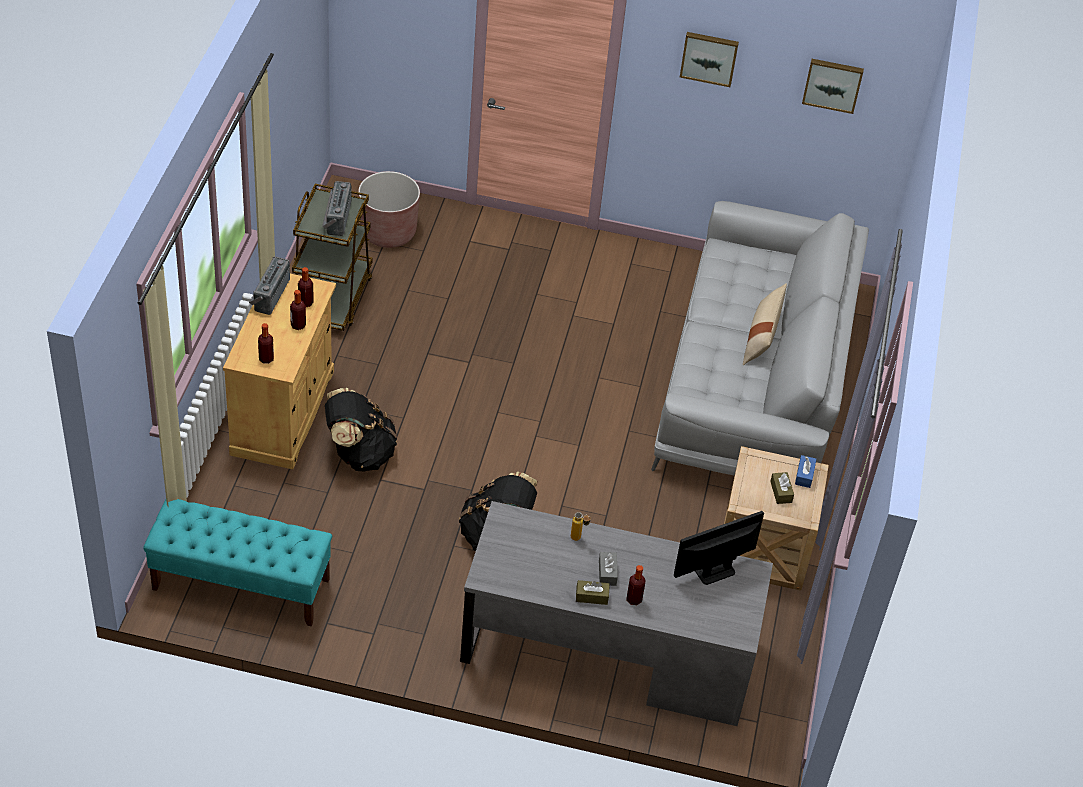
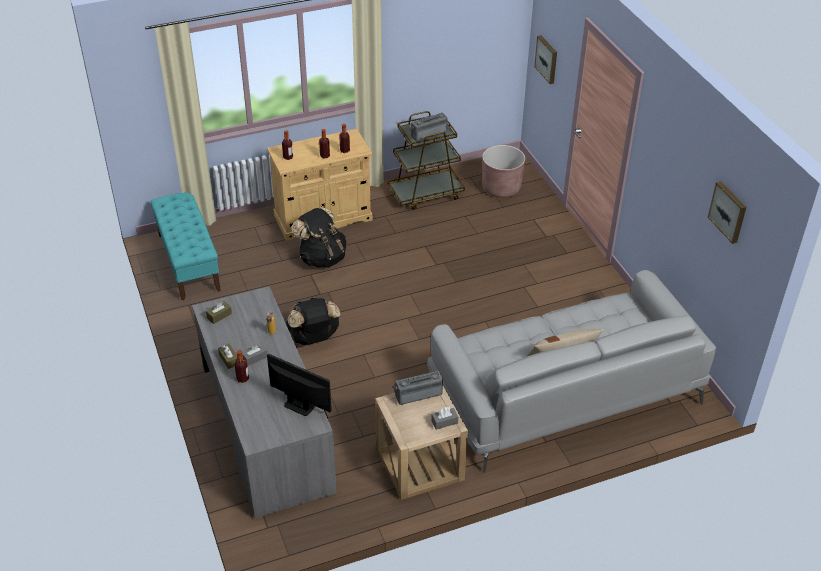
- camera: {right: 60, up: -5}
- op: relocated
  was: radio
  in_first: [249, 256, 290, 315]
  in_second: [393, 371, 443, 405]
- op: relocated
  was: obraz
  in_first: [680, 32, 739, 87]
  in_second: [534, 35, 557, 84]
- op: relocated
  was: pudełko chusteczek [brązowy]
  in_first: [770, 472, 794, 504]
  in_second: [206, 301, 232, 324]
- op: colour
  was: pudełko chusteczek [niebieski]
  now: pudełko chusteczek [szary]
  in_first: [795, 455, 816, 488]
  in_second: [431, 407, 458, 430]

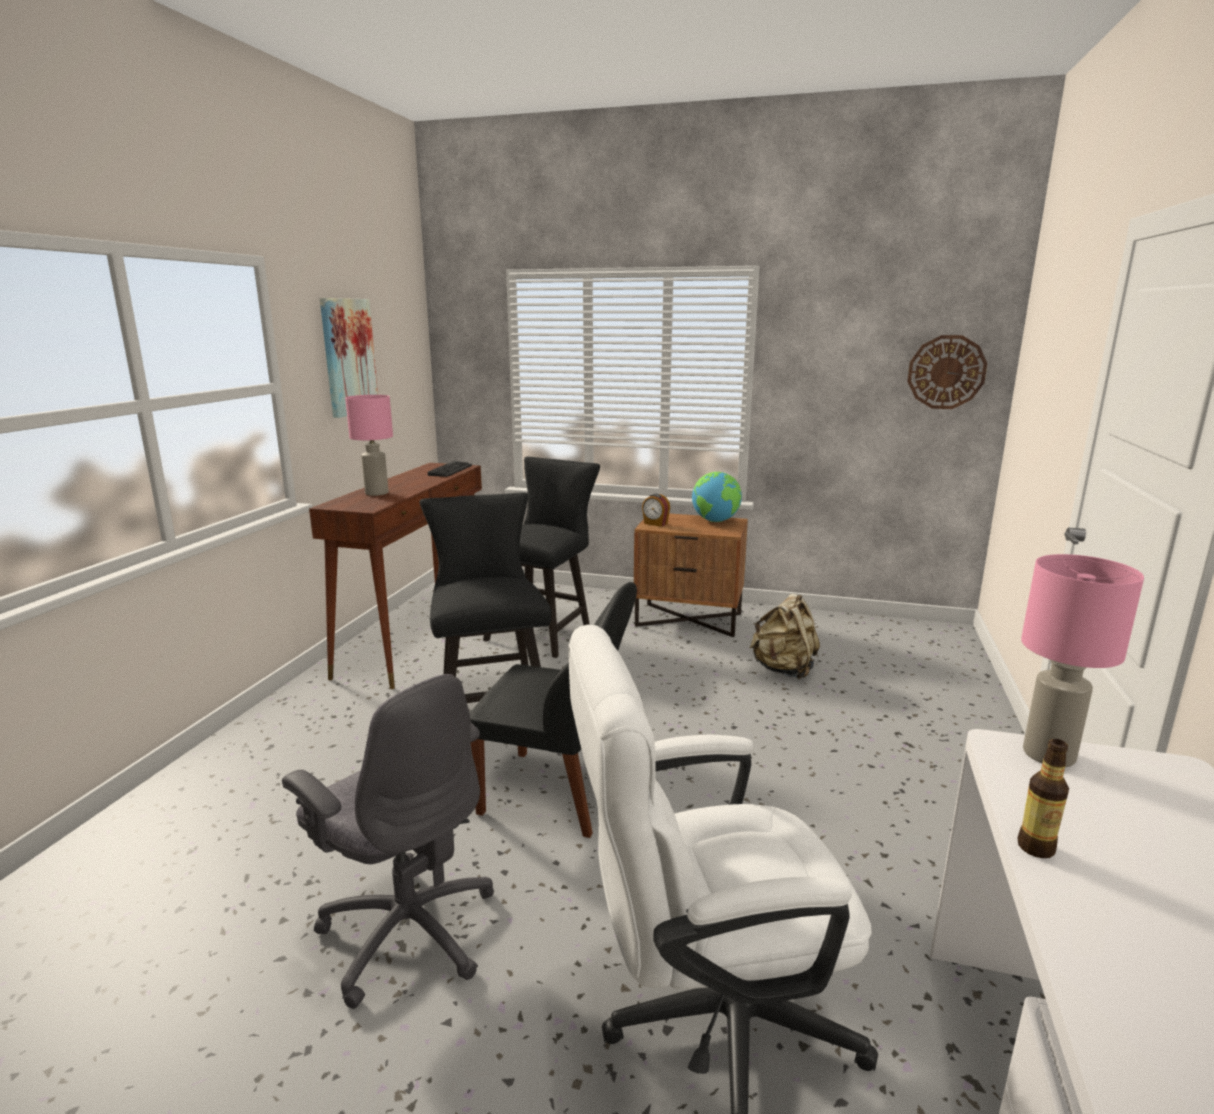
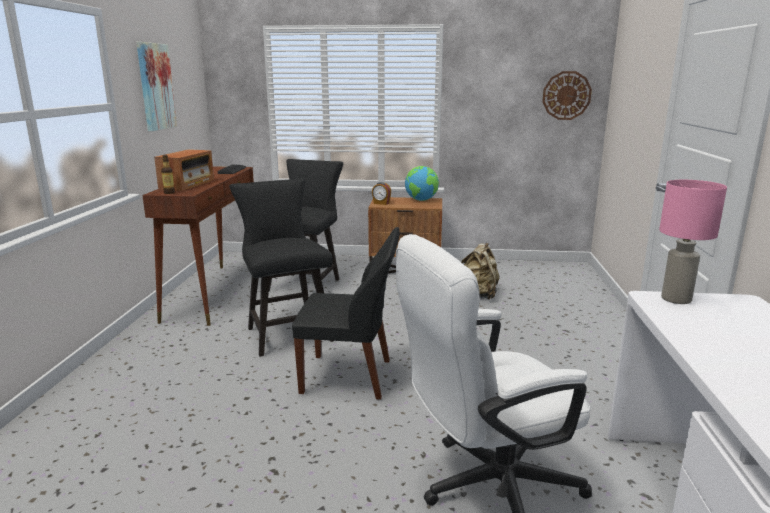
- camera: {right: -10, up: 0}
- op: missing
  was: krzesło biurowe [szary]
  in_first: [282, 674, 494, 1009]
- op: exchanged
  was: lampa stołowa [różowy]
  now: radio
  in_first: [345, 395, 393, 496]
  in_second: [154, 149, 214, 191]
- op: relocated
  was: butelka
  in_first: [1018, 739, 1069, 858]
  in_second: [161, 155, 175, 194]

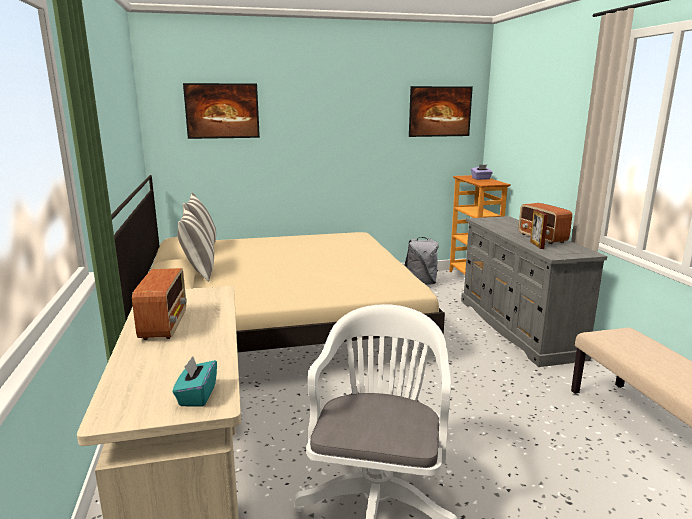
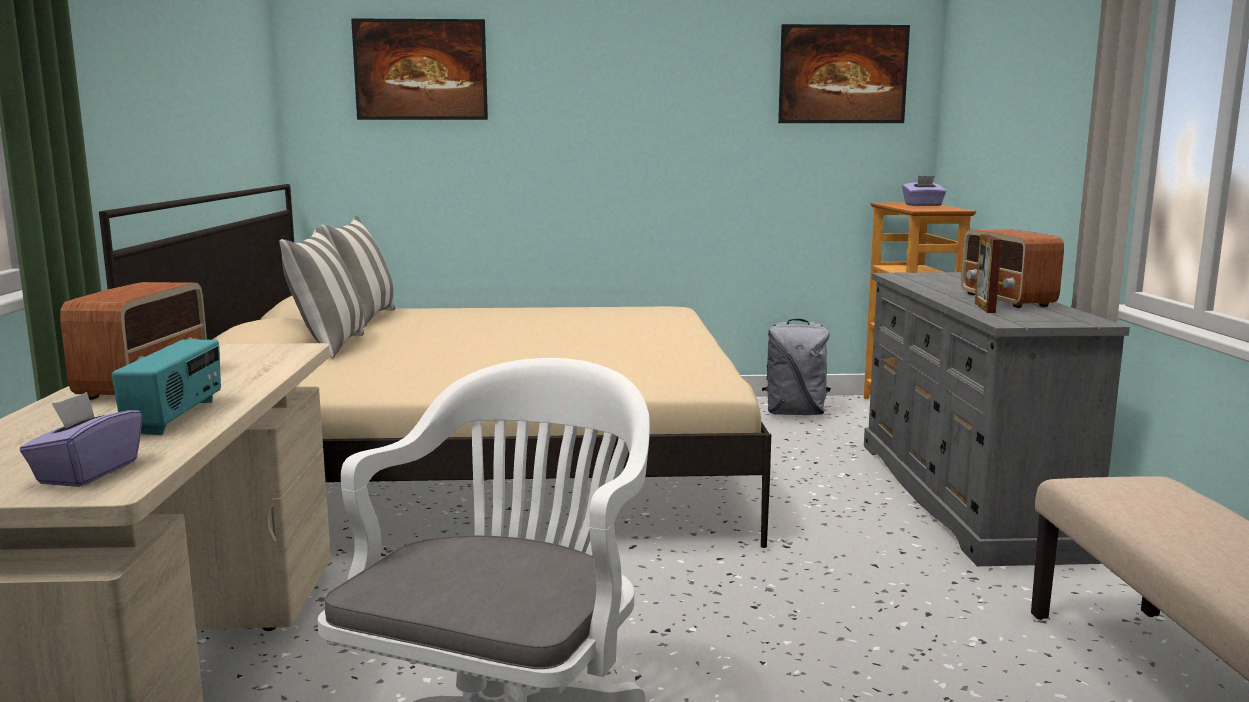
- camera: {right: 10, up: -5}
- op: colour
  was: pudełko chusteczek [turkusowy]
  now: pudełko chusteczek [fioletowy]
  in_first: [172, 356, 217, 407]
  in_second: [19, 392, 142, 487]
- op: appeared
  now: radio
  in_second: [112, 340, 221, 435]

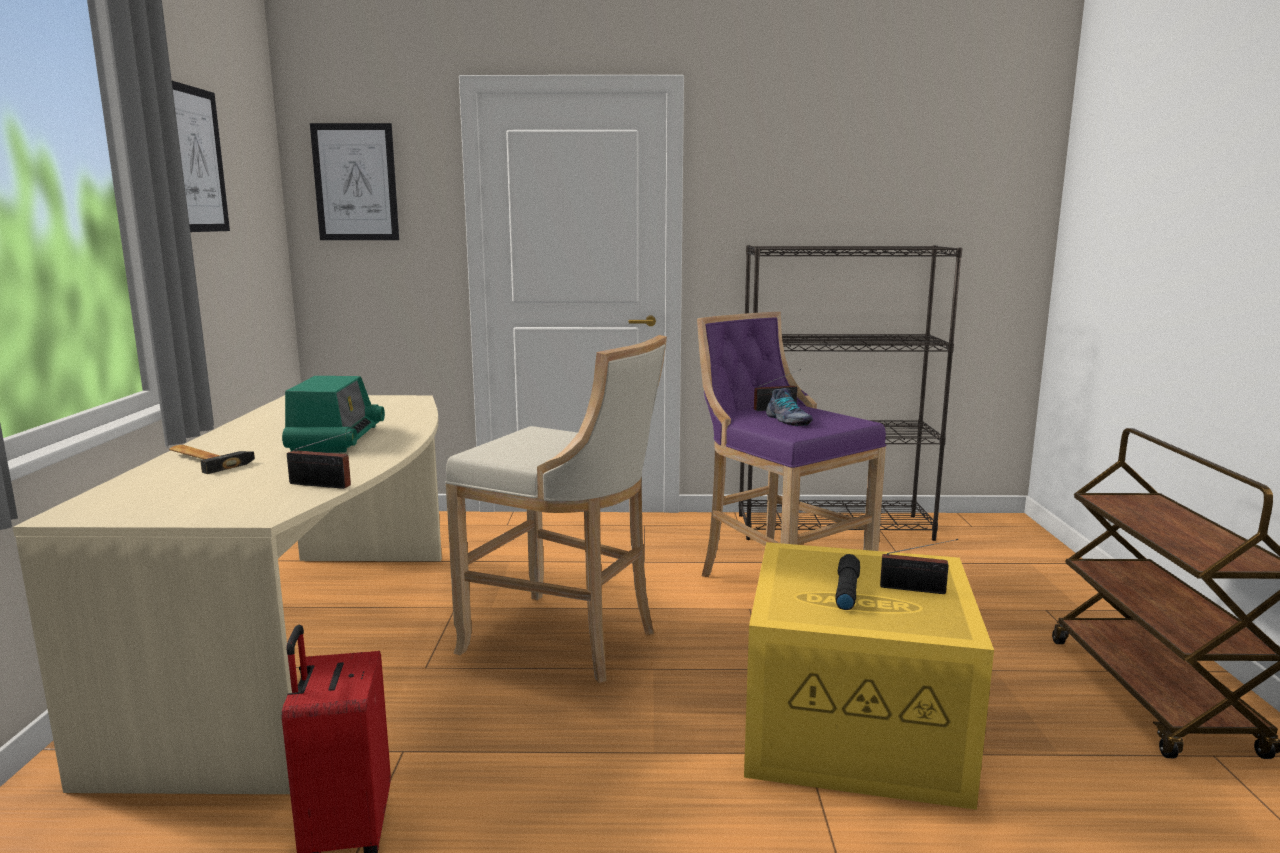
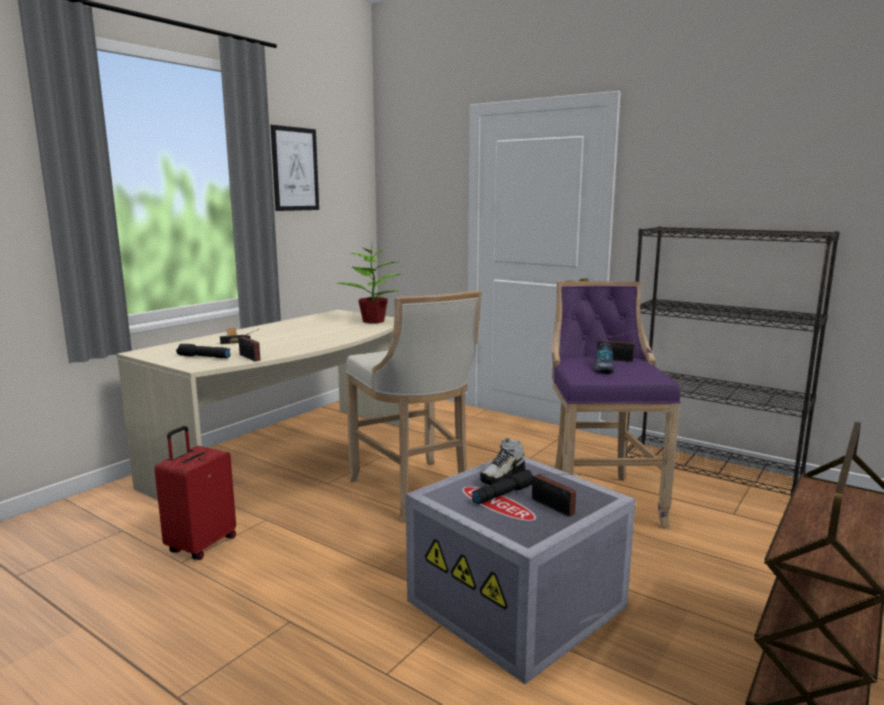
- camera: {right: 35, up: 0}
- op: missing
  was: radio
  in_first: [282, 376, 385, 453]
- op: missing
  was: obraz
  in_first: [310, 123, 399, 240]
- op: colour
  was: pojemnik do przechowywania [żółty]
  now: pojemnik do przechowywania [szary]
  in_first: [744, 542, 994, 810]
  in_second: [406, 457, 635, 684]
- op: appeared
  now: latarka [czarny]
  in_second: [176, 344, 231, 358]
- op: appeared
  now: roślina doniczkowa
  in_second: [338, 244, 401, 323]
- op: appeared
  now: but
  in_second: [480, 437, 525, 485]

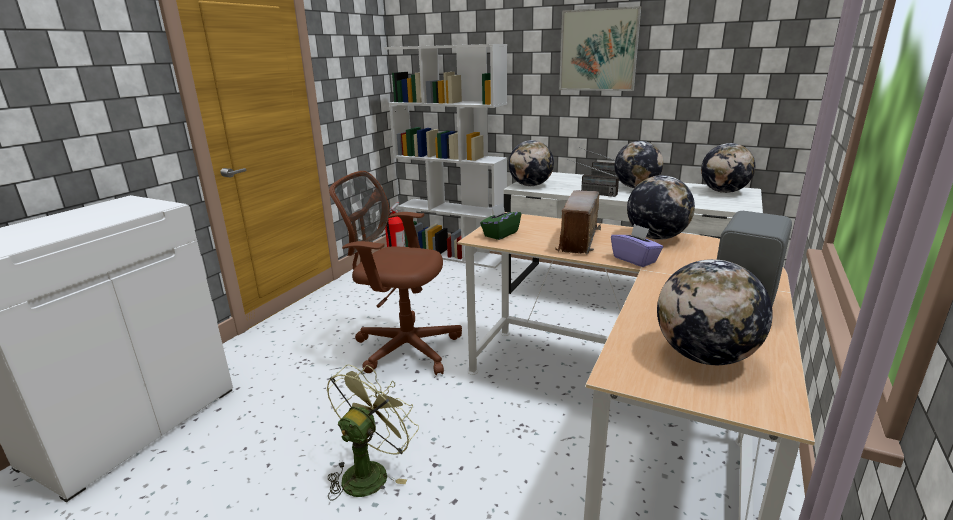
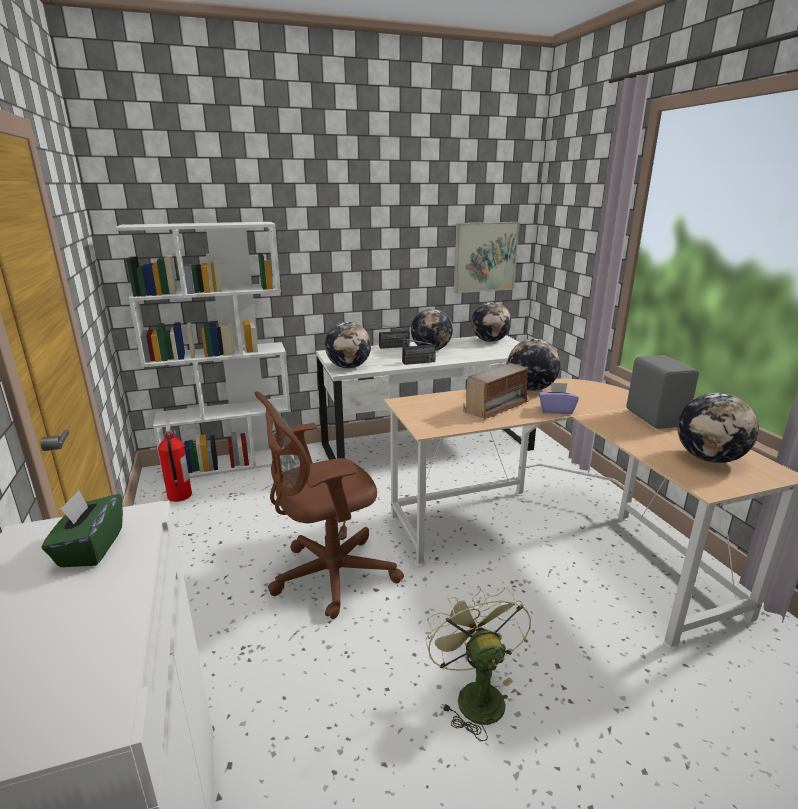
- camera: {right: -45, up: 0}
- op: relocated
  was: pudełko chusteczek [zielony]
  in_first: [480, 203, 521, 240]
  in_second: [42, 490, 123, 567]
- op: spun
  was: radio
  in_first: [555, 190, 601, 254]
  in_second: [463, 363, 529, 420]
  clockwise: -105
- op: relocated
  was: obraz
  in_first: [559, 6, 641, 91]
  in_second: [454, 222, 520, 293]

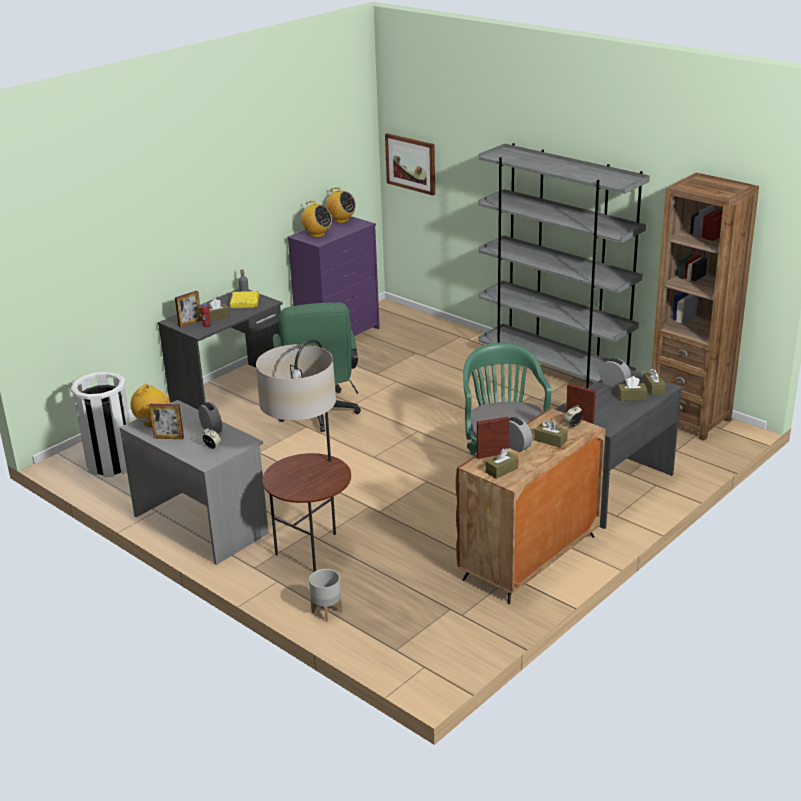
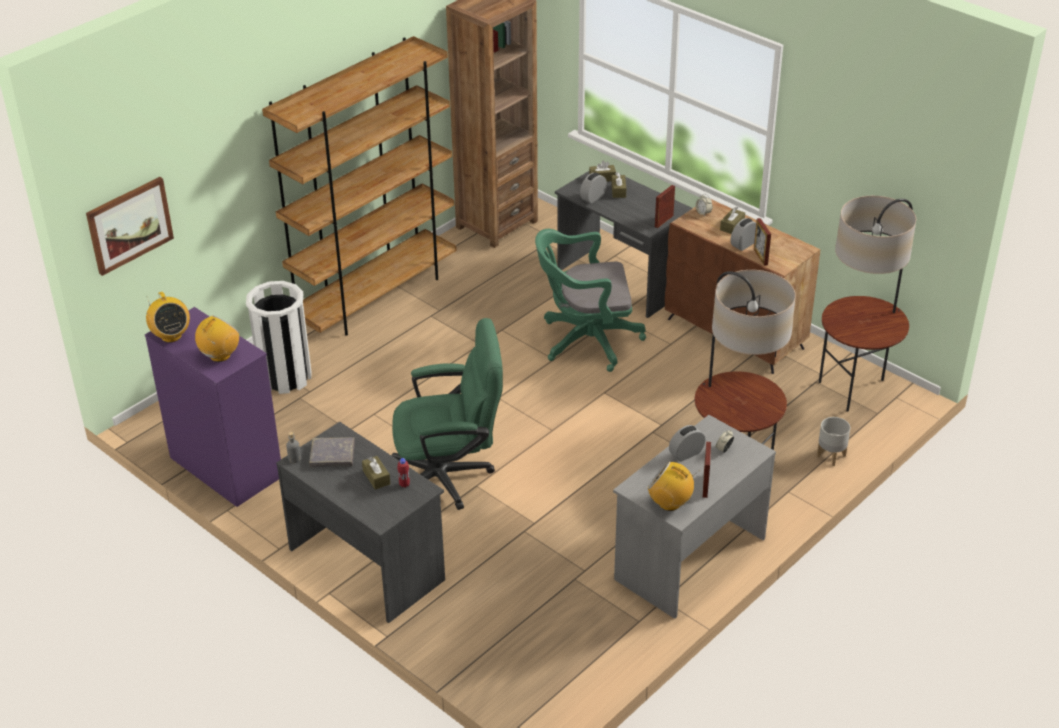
- camera: {right: -90, up: 10}
- op: relocated
  was: kosz na śmieci [biały]
  in_first: [71, 372, 130, 478]
  in_second: [246, 281, 312, 394]
- op: missing
  was: ramka na zdjęcie
  in_first: [175, 291, 202, 327]
- op: colour
  was: książka [żółty]
  now: książka [szary]
  in_first: [230, 291, 259, 308]
  in_second: [309, 437, 355, 468]
- op: spun
  was: radio
  in_first: [325, 187, 356, 223]
  in_second: [146, 292, 190, 343]
  clockwise: 120
- op: colour
  was: regał [szary]
  now: regał [brązowy]
  in_first: [479, 143, 650, 388]
  in_second: [262, 36, 457, 336]
- op: missing
  was: pudełko chusteczek [brązowy]
  in_first: [486, 448, 519, 479]
- op: appeared
  now: lampa stojąca
  in_second: [819, 196, 916, 412]

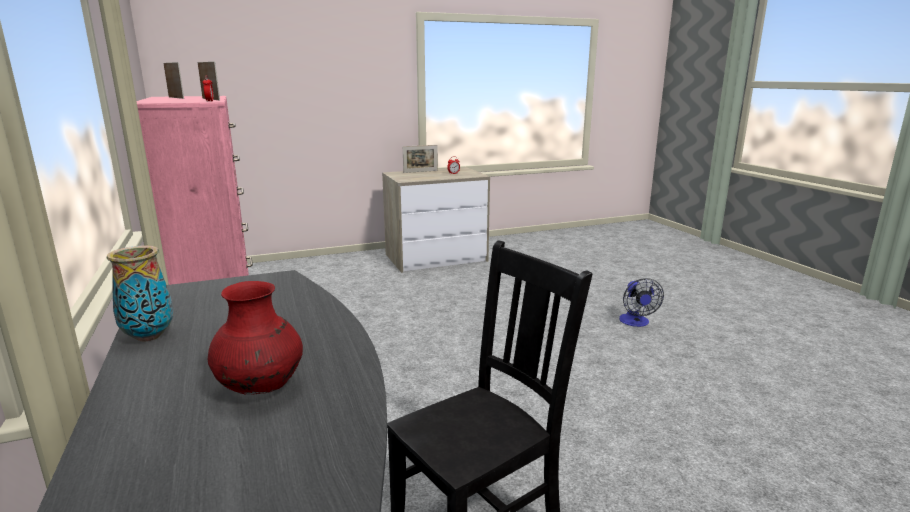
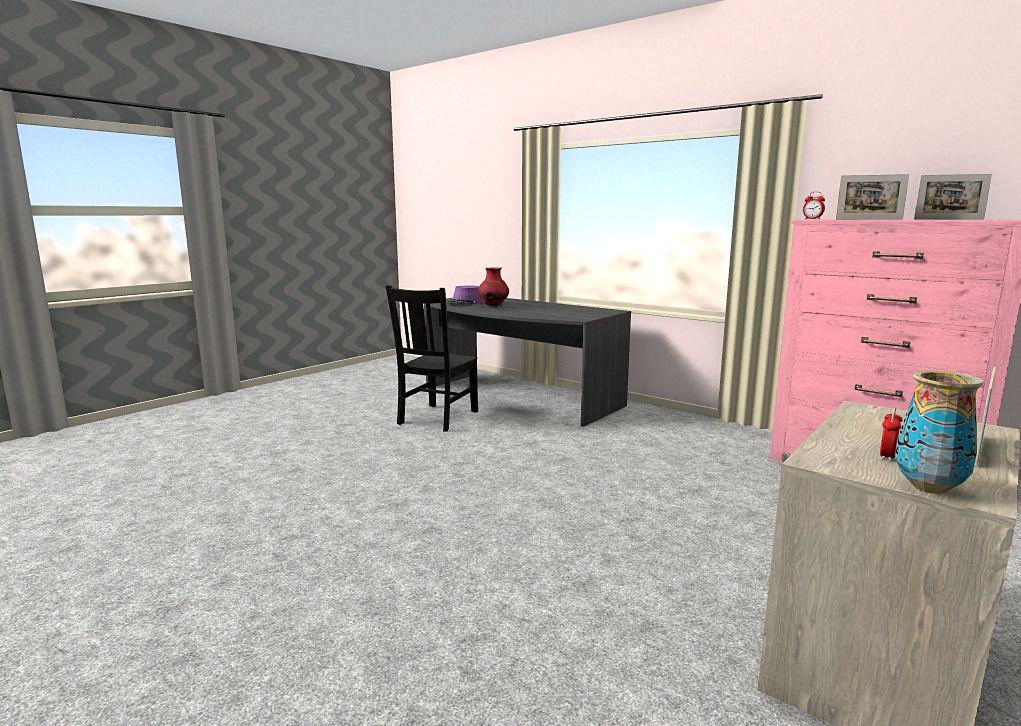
- camera: {right: 150, up: -5}
- op: relocated
  was: wazon
  in_first: [107, 245, 174, 341]
  in_second: [895, 370, 983, 494]
- op: missing
  was: wentylator
  in_first: [619, 278, 664, 327]
- op: appeared
  now: kapelusz [fioletowy]
  in_second: [446, 286, 484, 305]

